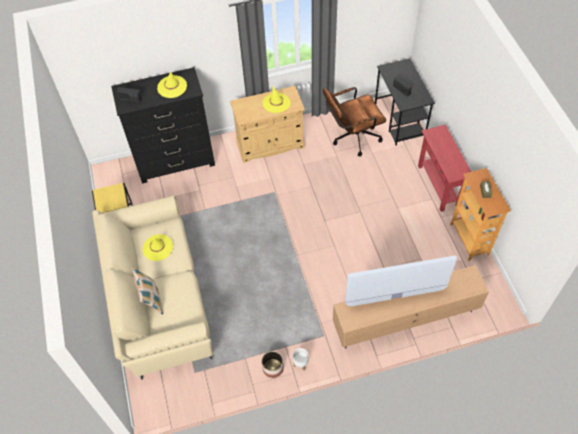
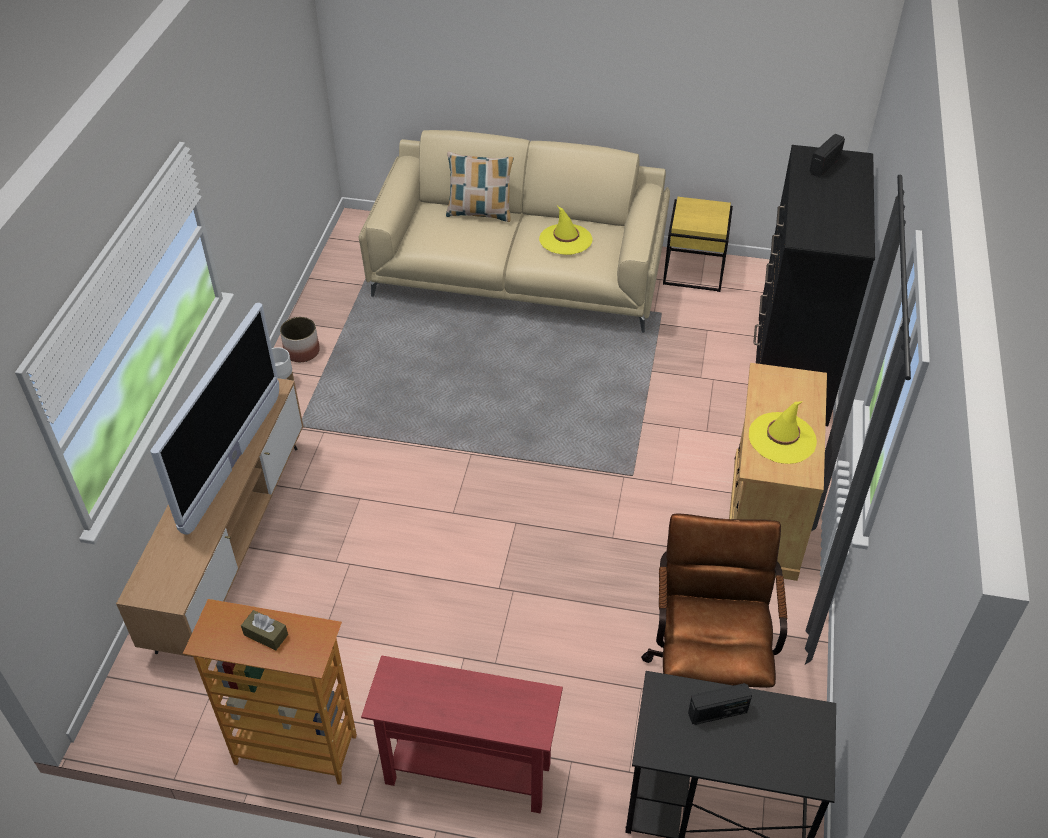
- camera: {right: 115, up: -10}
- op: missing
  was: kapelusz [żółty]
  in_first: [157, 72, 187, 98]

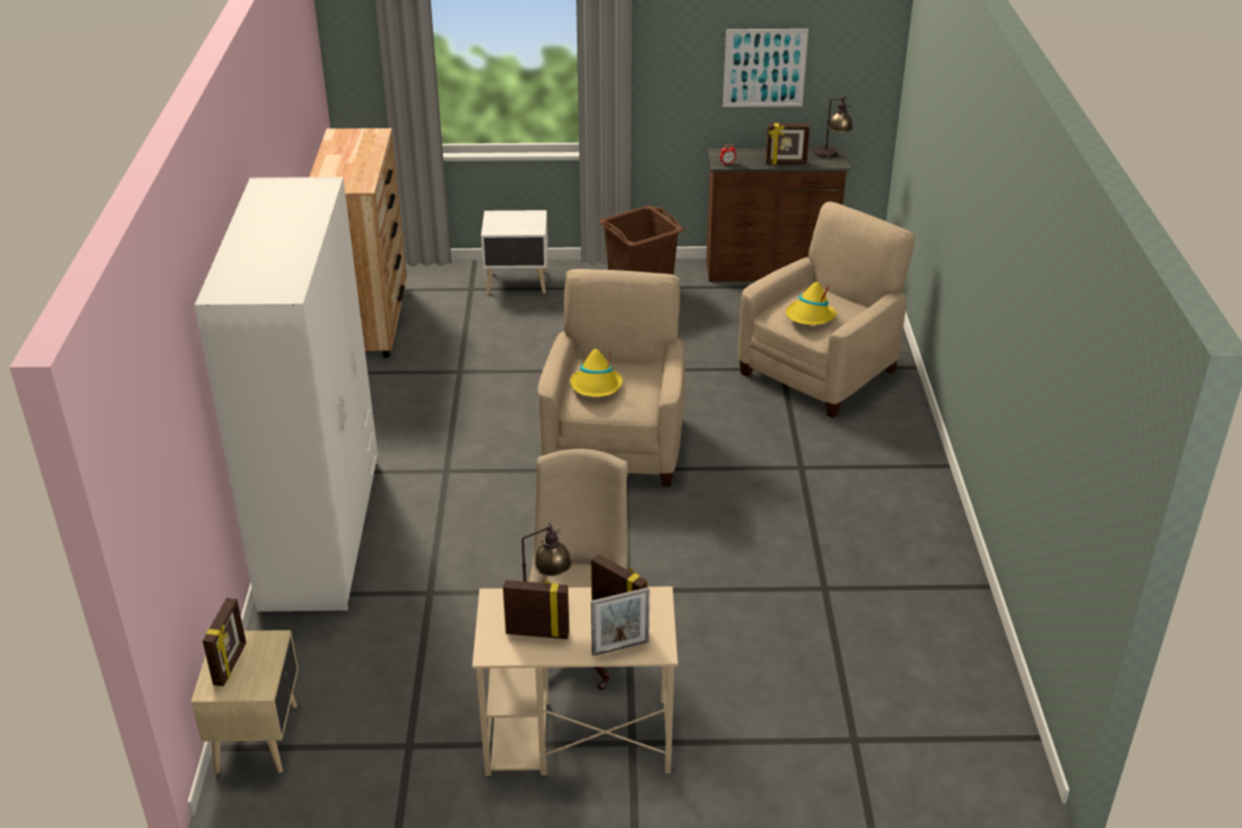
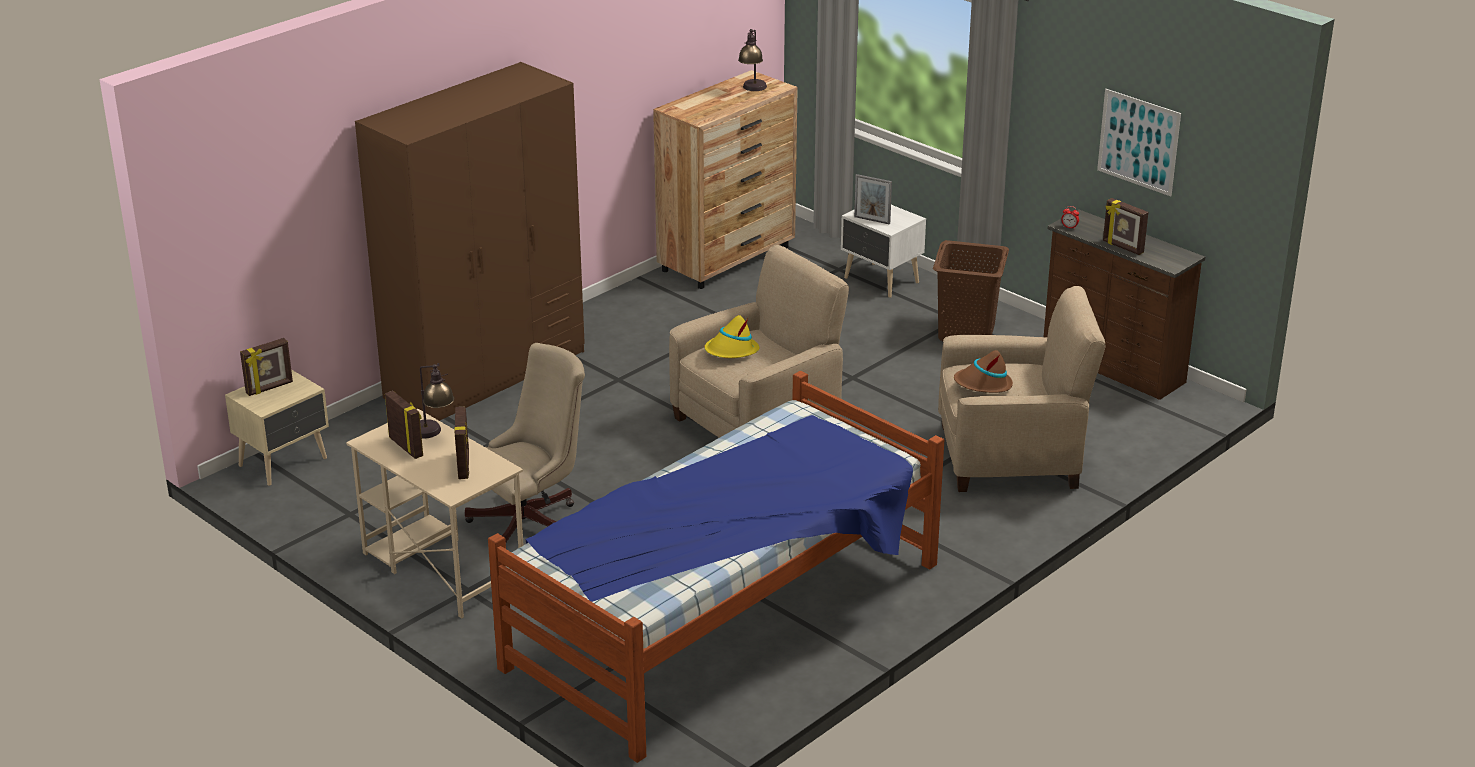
- camera: {right: 45, up: -5}
- op: colour
  was: szafa [biały]
  now: szafa [brązowy]
  in_first: [194, 177, 378, 612]
  in_second: [355, 62, 585, 421]
- op: relocated
  was: ramka na zdjęcie
  in_first: [591, 587, 650, 656]
  in_second: [854, 174, 892, 225]
- op: colour
  was: kapelusz [żółty]
  now: kapelusz [brązowy]
  in_first: [786, 282, 837, 325]
  in_second: [954, 350, 1013, 393]
- op: relocated
  was: lampa stołowa
  in_first: [814, 96, 853, 159]
  in_second: [738, 29, 767, 91]
- op: appeared
  now: łóżko
  in_second: [488, 371, 944, 763]

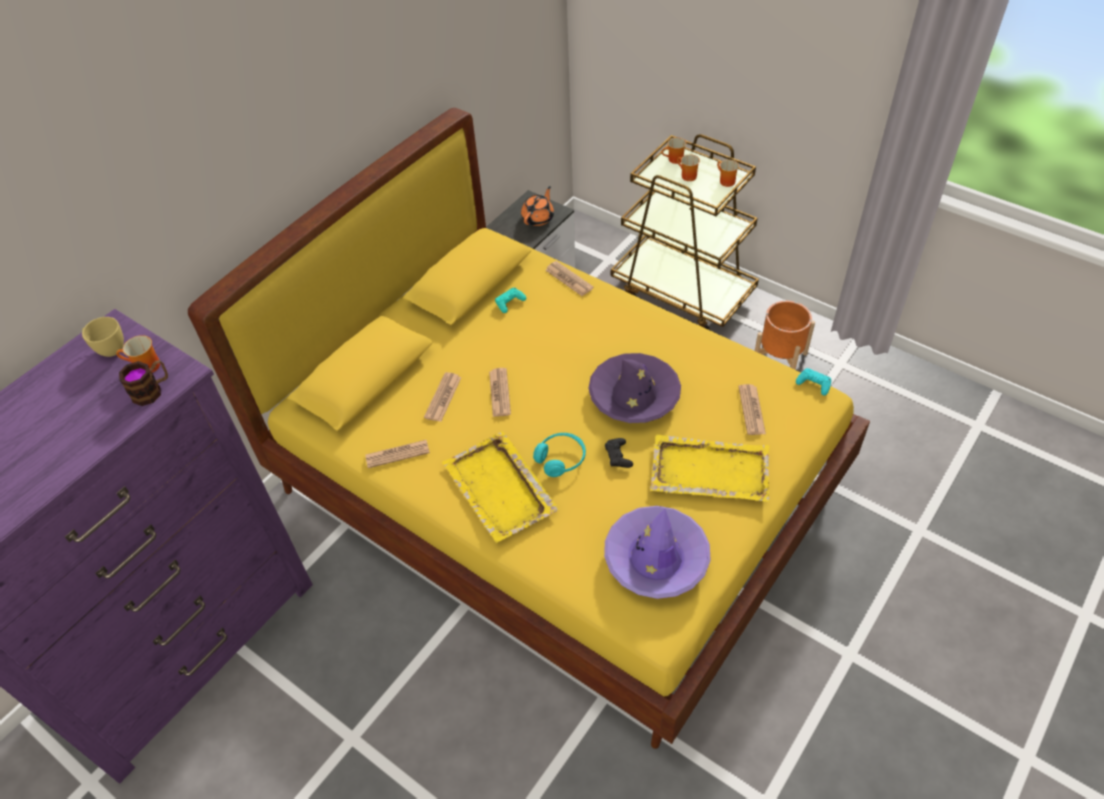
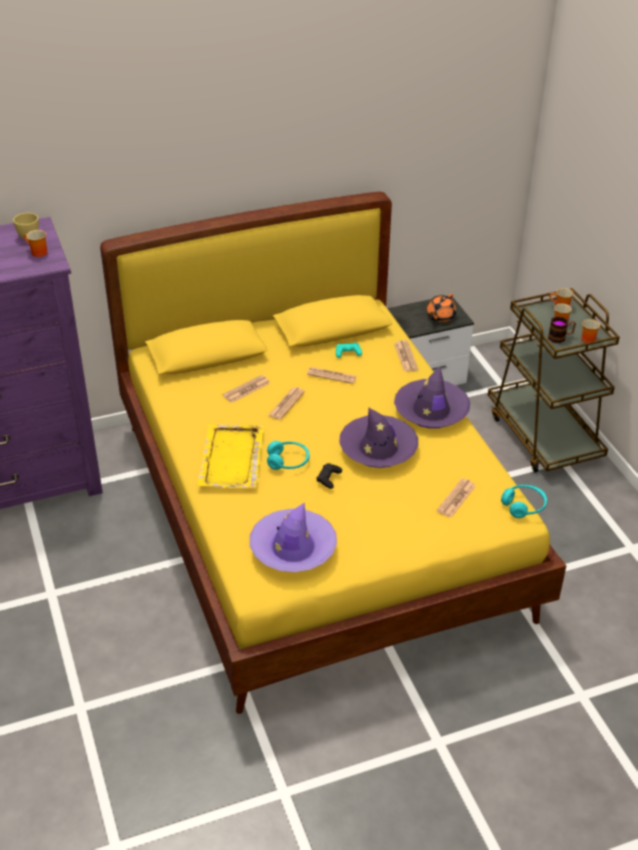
- camera: {right: 30, up: -10}
- op: relocated
  was: kubek
  in_first: [119, 360, 168, 406]
  in_second: [548, 316, 576, 343]
- op: relocated
  was: gazeta
  in_first: [365, 440, 430, 468]
  in_second: [307, 367, 357, 384]
- op: spun
  was: imbryk [pomarańczowy]
  in_first: [521, 186, 554, 226]
  in_second: [427, 294, 456, 322]
  clockwise: 150
- op: missing
  was: taca [żółty]
  in_first: [650, 434, 770, 502]
- op: missing
  was: donica [pomarańczowy]
  in_first: [755, 301, 815, 370]
- op: exchanged
  was: pad do gier [turkusowy]
  now: słuchawki [turkusowy]
  in_first: [796, 368, 831, 396]
  in_second: [501, 485, 547, 518]
- op: appeared
  now: kapelusz [fioletowy]
  in_second: [394, 366, 470, 428]

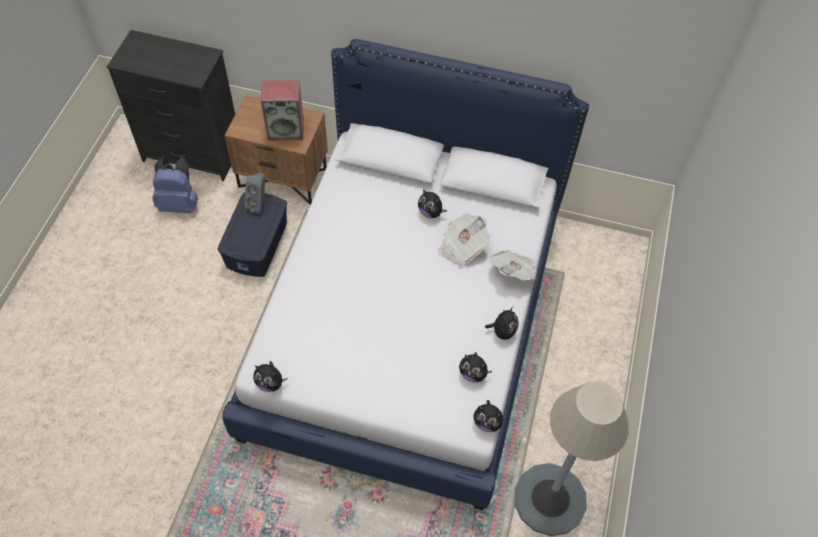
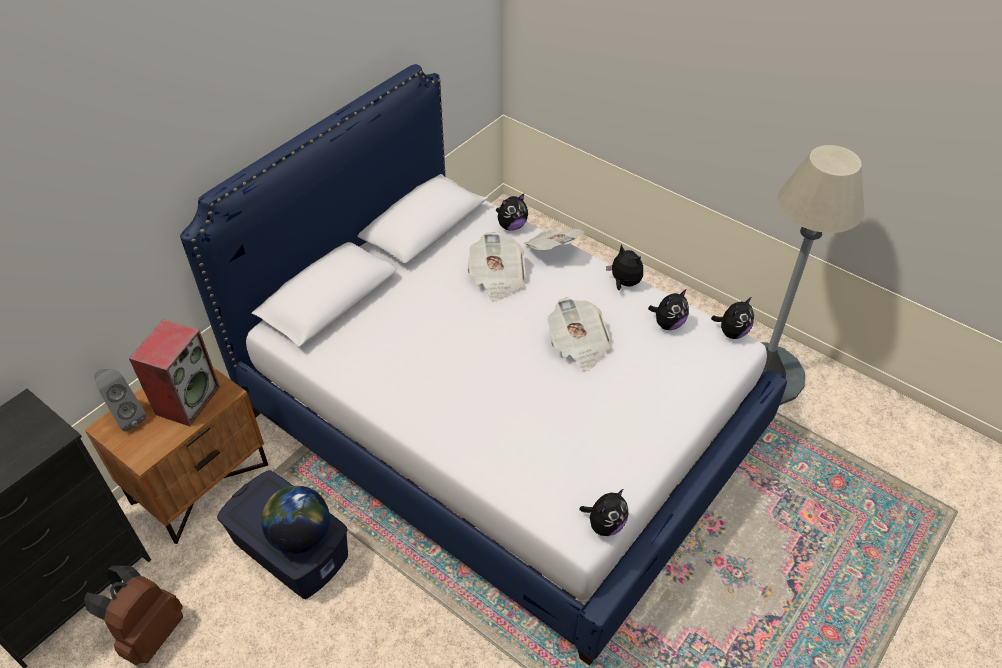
- camera: {right: -65, up: -10}
- op: colour
  was: plecak [niebieski]
  now: plecak [brązowy]
  in_first: [152, 156, 198, 213]
  in_second: [84, 566, 183, 666]
- op: relocated
  was: głośnik [szary]
  in_first: [244, 173, 265, 214]
  in_second: [95, 369, 146, 431]
- op: relocated
  was: pluszak
  in_first: [418, 189, 447, 218]
  in_second: [496, 194, 528, 231]
- op: appeared
  now: globus
  in_second: [261, 486, 330, 554]
- op: appeared
  now: gazeta
  in_second: [547, 297, 612, 371]

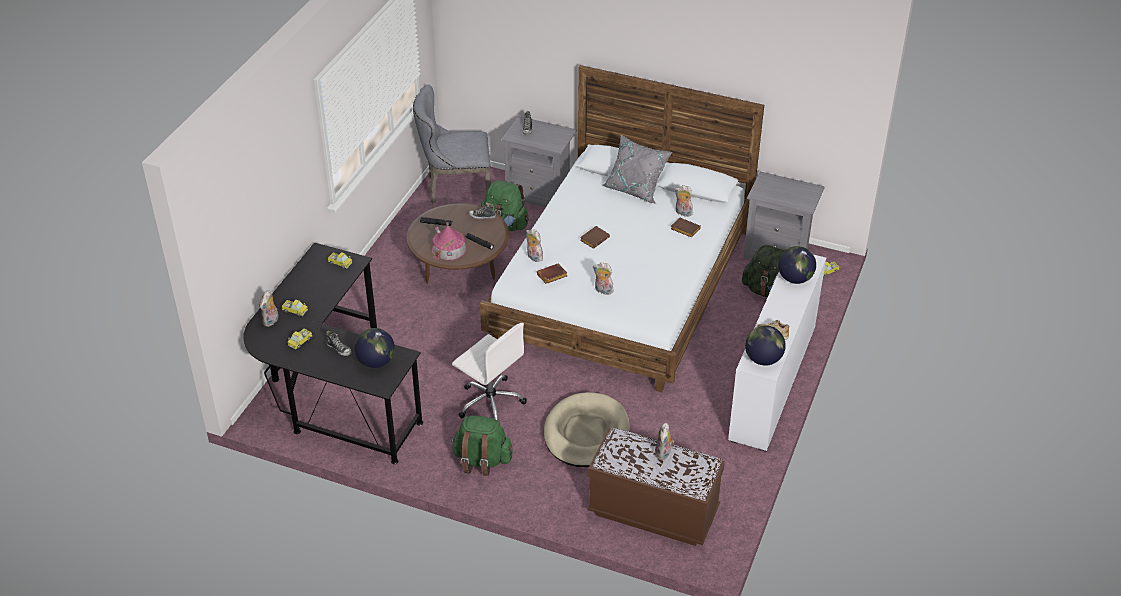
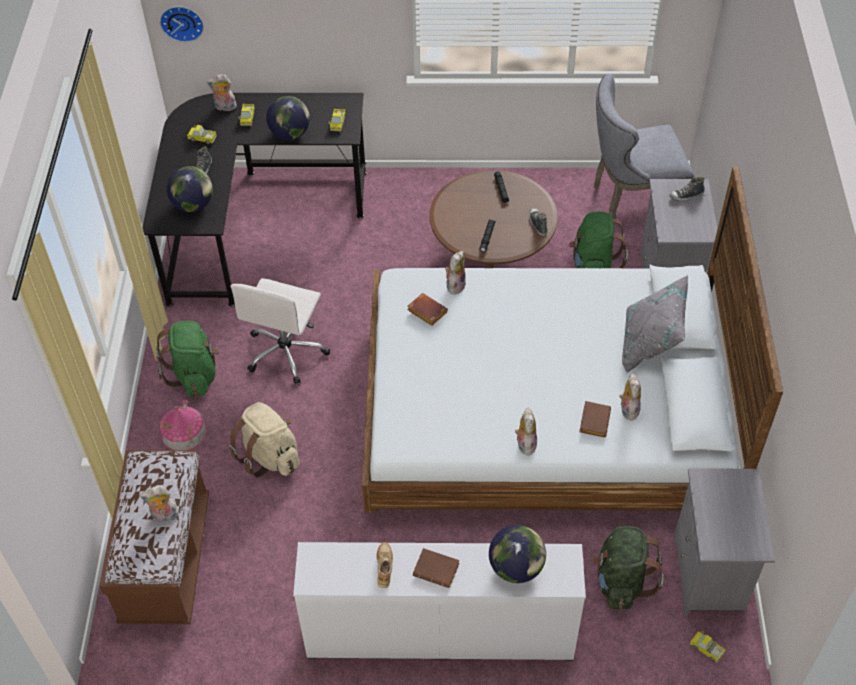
- camera: {right: 70, up: 10}
- op: spun
  was: krzesło [szary]
  in_first: [413, 85, 491, 204]
  in_second: [594, 73, 694, 219]
  clockwise: -75
- op: relocated
  was: domek
  in_first: [432, 222, 467, 261]
  in_second: [158, 400, 207, 450]
- op: exchanged
  was: legowisko [beżowy]
  now: plecak [beżowy]
  in_first: [544, 392, 630, 467]
  in_second: [229, 402, 300, 478]
- op: relocated
  was: książka [brązowy]
  in_first: [580, 226, 610, 249]
  in_second: [413, 548, 459, 588]
- op: relocated
  was: pluszak
  in_first: [593, 262, 613, 295]
  in_second: [515, 408, 537, 455]
- op: relocated
  was: globus
  in_first: [745, 325, 786, 366]
  in_second: [266, 96, 310, 140]
- op: appeared
  now: zegar ścienny
  in_second: [160, 6, 204, 42]

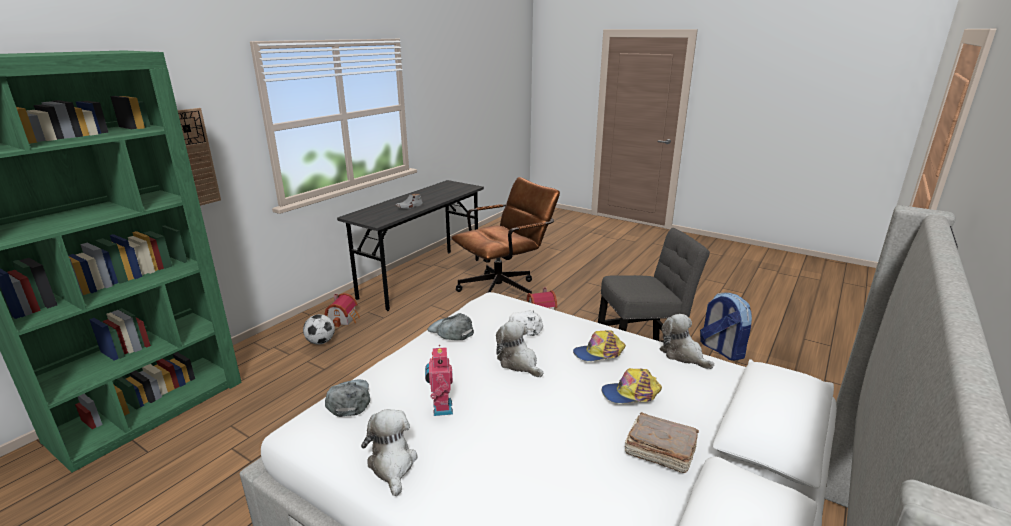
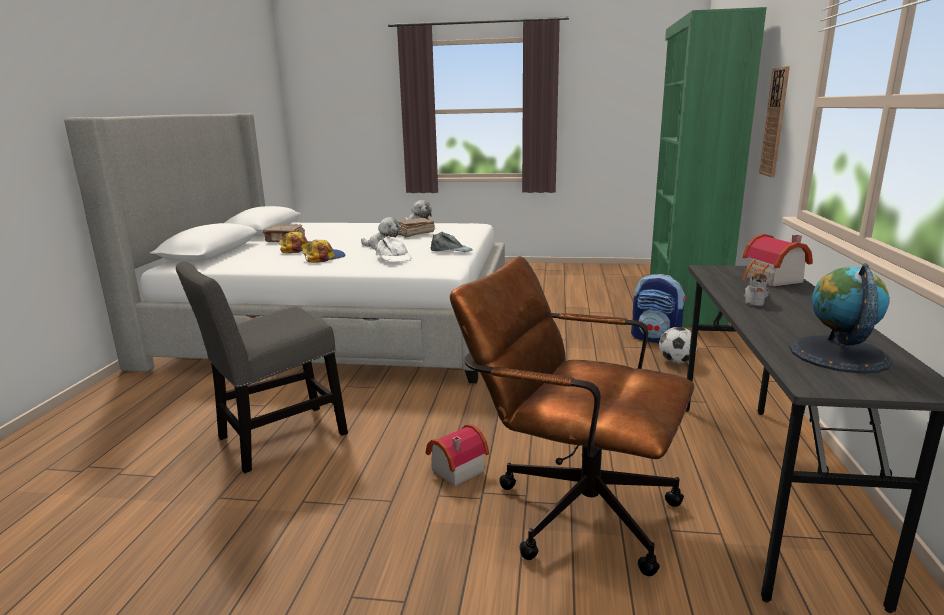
- camera: {right: 155, up: -5}
- op: relocated
  was: domek
  in_first: [324, 293, 360, 327]
  in_second: [742, 234, 813, 286]
- op: missing
  was: czapka z daszkiem [szary]
  in_first: [325, 380, 370, 417]
- op: exchanged
  was: robot zabawkowy
  now: książka [brązowy]
  in_first: [425, 345, 453, 416]
  in_second: [398, 218, 435, 237]
- op: spun
  was: krzesło biurowe [brązowy]
  in_first: [452, 177, 560, 302]
  in_second: [450, 256, 694, 576]
  clockwise: 90
- op: missing
  was: pluszak
  in_first: [660, 314, 714, 369]
- op: relocated
  was: plecak
  in_first: [700, 293, 752, 361]
  in_second: [631, 274, 687, 343]
- op: appeared
  now: globus
  in_second: [790, 264, 893, 373]

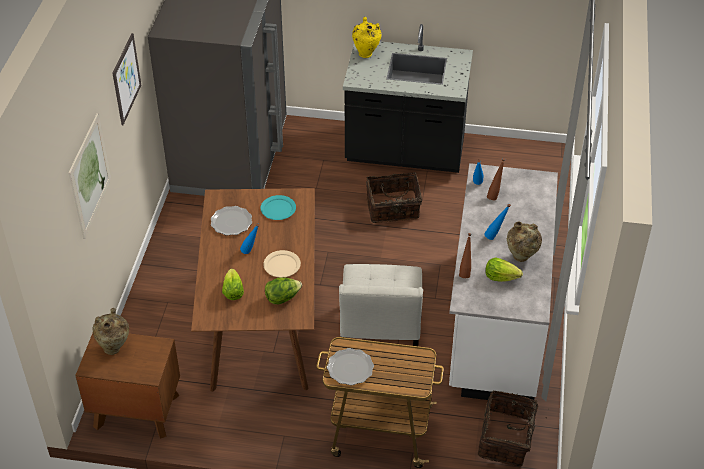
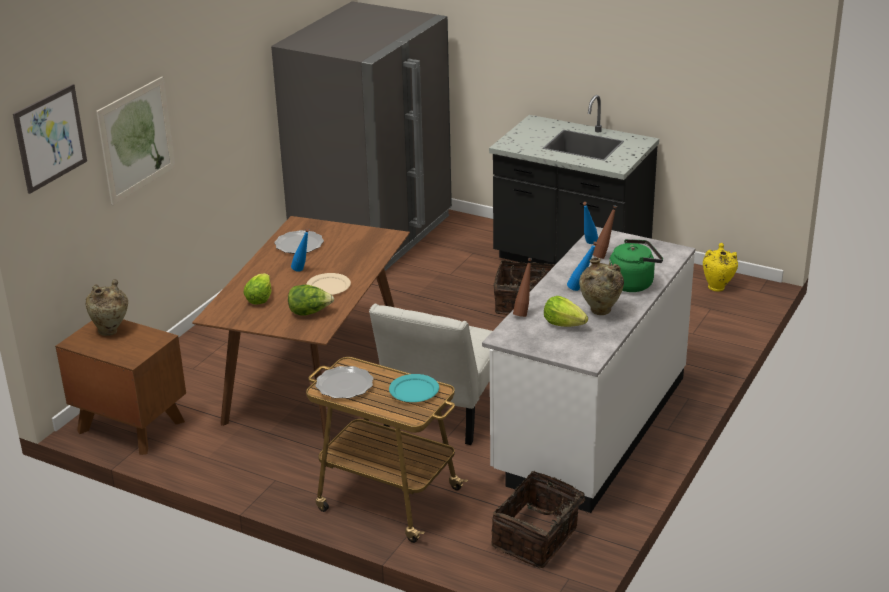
- camera: {right: 20, up: -15}
- op: relocated
  was: obraz
  in_first: [112, 33, 141, 125]
  in_second: [13, 84, 87, 194]
- op: relocated
  was: talerz [turkusowy]
  in_first: [260, 195, 296, 220]
  in_second: [389, 374, 439, 402]
- op: relocated
  was: wazon [żółty]
  in_first: [352, 17, 381, 58]
  in_second: [703, 243, 738, 292]
- op: appeared
  now: czajnik [zielony]
  in_second: [609, 239, 663, 292]

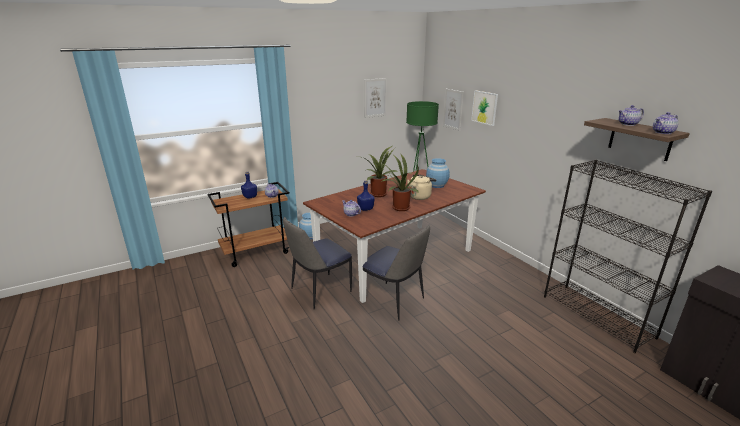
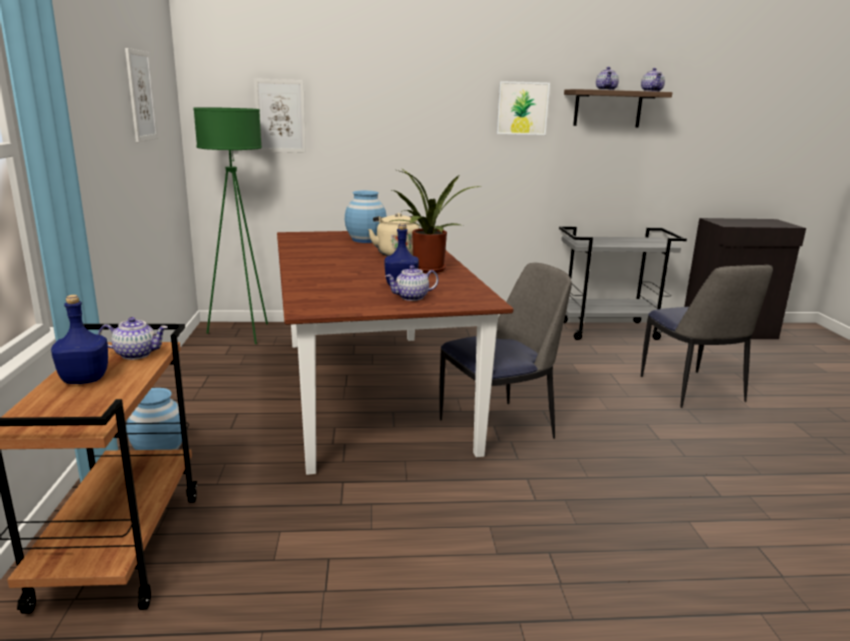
- camera: {right: -65, up: -5}
- op: relocated
  was: krzesło
  in_first: [283, 217, 352, 309]
  in_second: [641, 265, 773, 408]
- op: missing
  was: roślina doniczkowa
  in_first: [362, 146, 399, 197]
- op: relocated
  was: obraz
  in_first: [471, 90, 498, 126]
  in_second: [496, 81, 550, 135]
- op: exchanged
  was: regał [czarny]
  now: wózek [szary]
  in_first: [544, 160, 712, 353]
  in_second: [559, 226, 687, 340]

